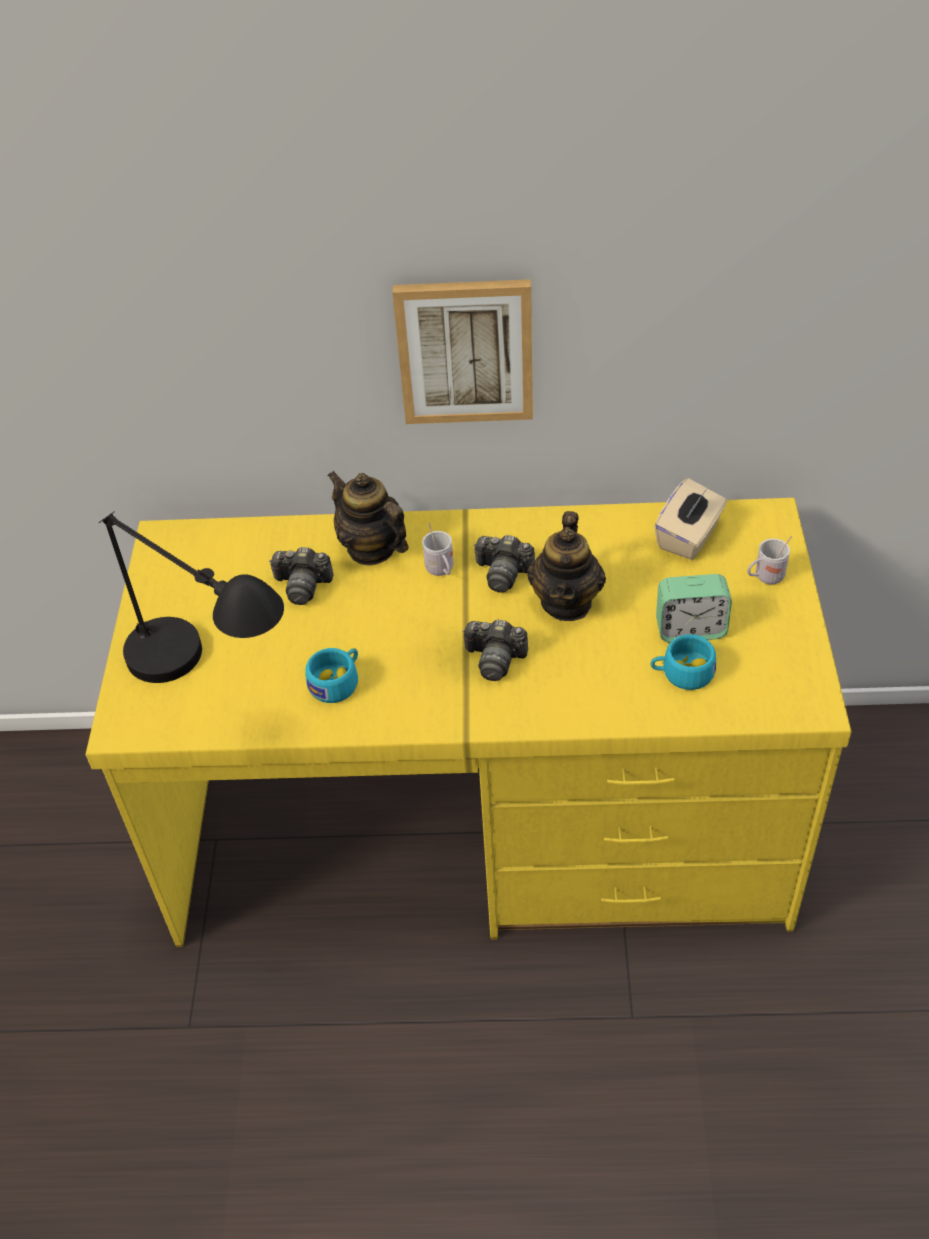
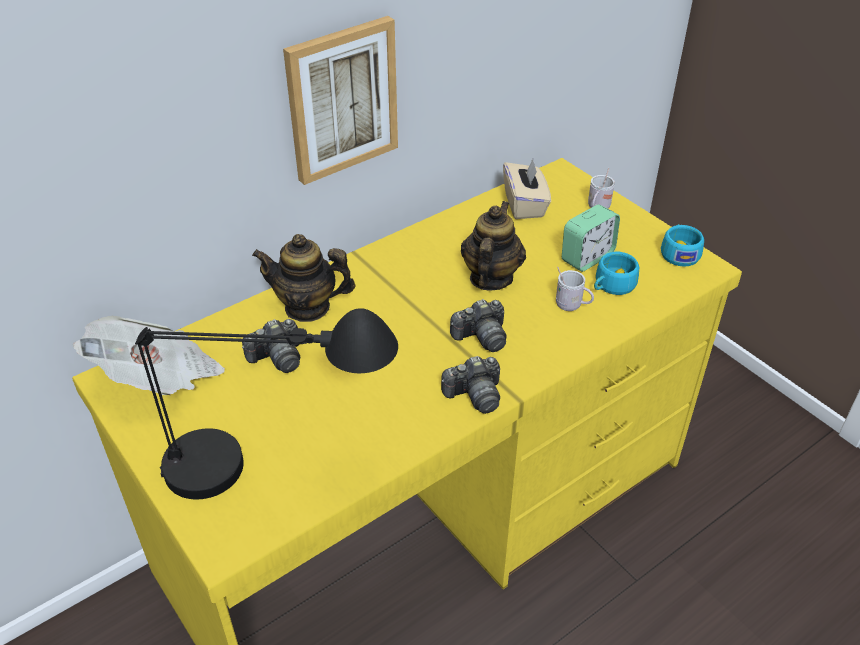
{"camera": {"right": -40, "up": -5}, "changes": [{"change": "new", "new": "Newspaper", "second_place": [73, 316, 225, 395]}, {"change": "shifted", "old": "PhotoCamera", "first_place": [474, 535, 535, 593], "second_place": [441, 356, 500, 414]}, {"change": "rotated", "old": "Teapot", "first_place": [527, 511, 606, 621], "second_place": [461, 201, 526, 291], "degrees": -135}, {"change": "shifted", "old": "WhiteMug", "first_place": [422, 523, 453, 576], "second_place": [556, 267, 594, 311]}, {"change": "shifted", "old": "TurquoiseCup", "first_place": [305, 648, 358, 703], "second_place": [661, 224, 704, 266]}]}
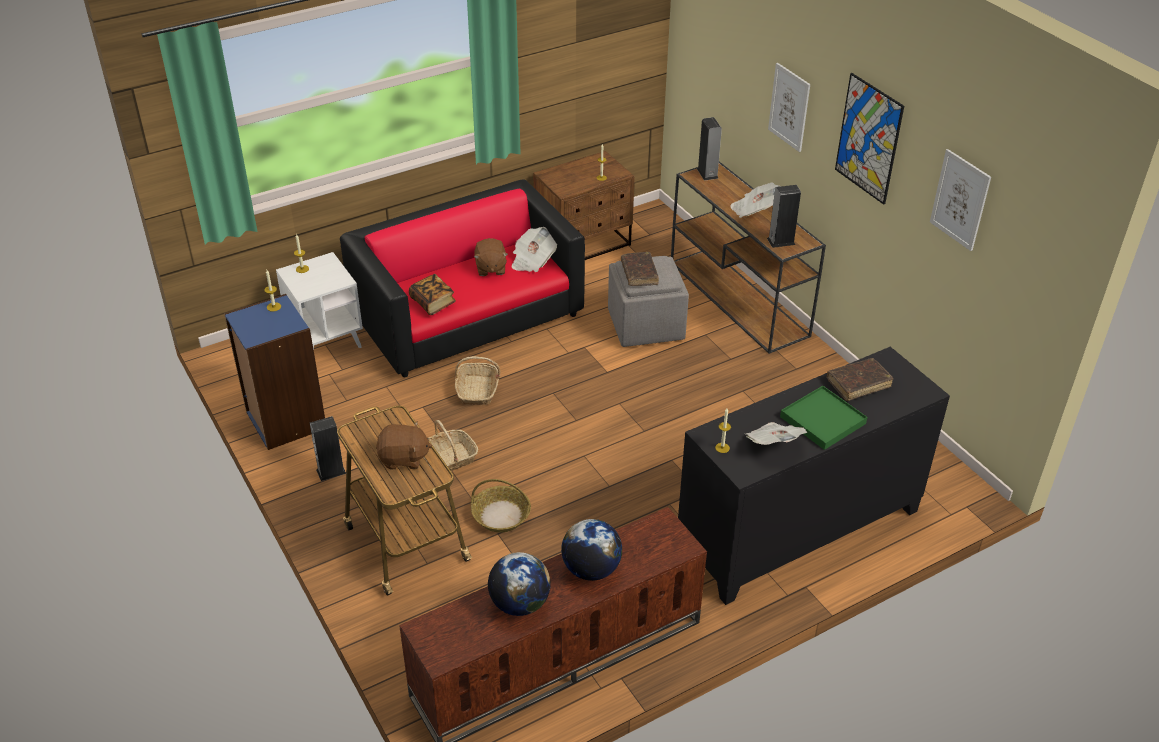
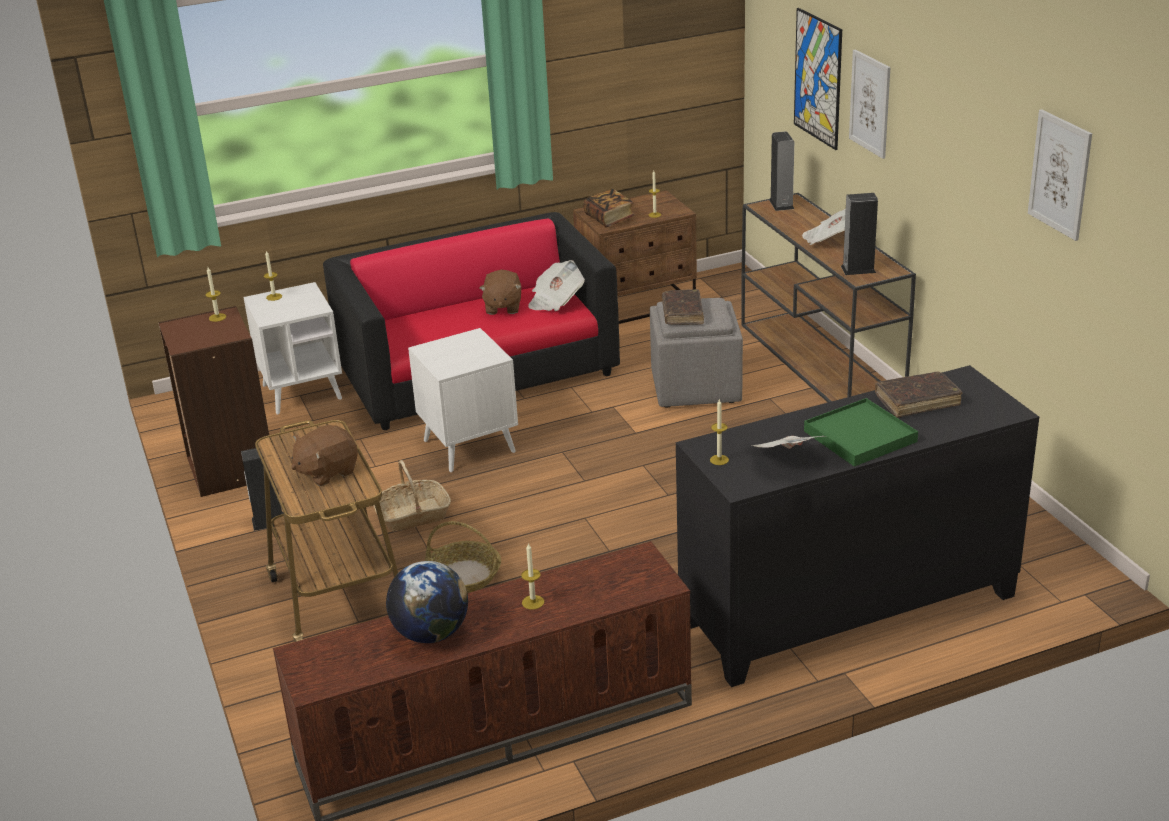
{"camera": {"right": 10, "up": -10}, "changes": [{"change": "repainted", "old": "BlueBookcase", "new": "BrownBookcase", "first_place": [224, 294, 325, 450], "second_place": [158, 306, 269, 497]}, {"change": "rotated", "old": "BrownPlushToy", "first_place": [376, 421, 432, 469], "second_place": [291, 425, 358, 486], "degrees": 135}, {"change": "swapped", "old": "Basket", "new": "WhiteSideTable", "first_place": [455, 356, 500, 405], "second_place": [408, 328, 518, 472]}, {"change": "swapped", "old": "Globe", "new": "Candle", "first_place": [561, 519, 622, 581], "second_place": [521, 543, 544, 609]}, {"change": "shifted", "old": "Book", "first_place": [409, 274, 456, 315], "second_place": [583, 189, 635, 227]}, {"change": "shifted", "old": "Picture", "first_place": [835, 73, 904, 205], "second_place": [794, 8, 842, 150]}]}
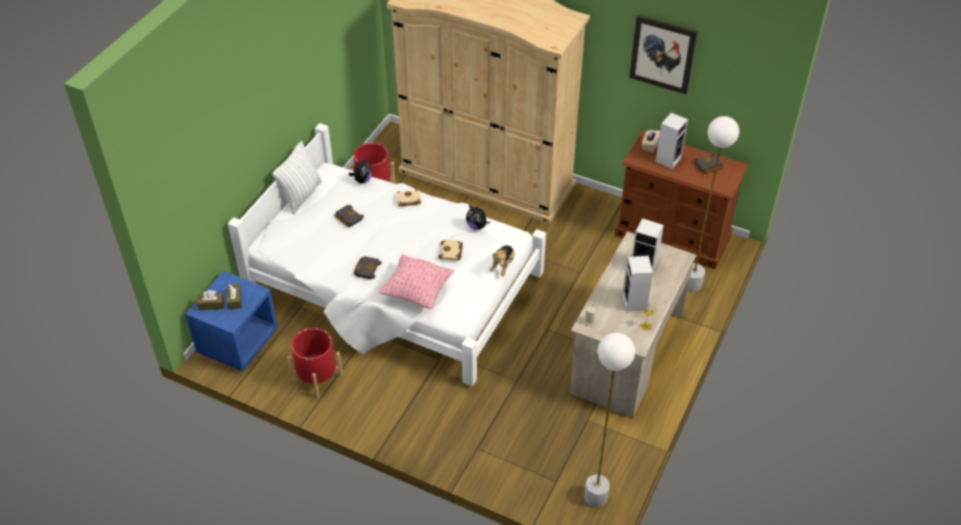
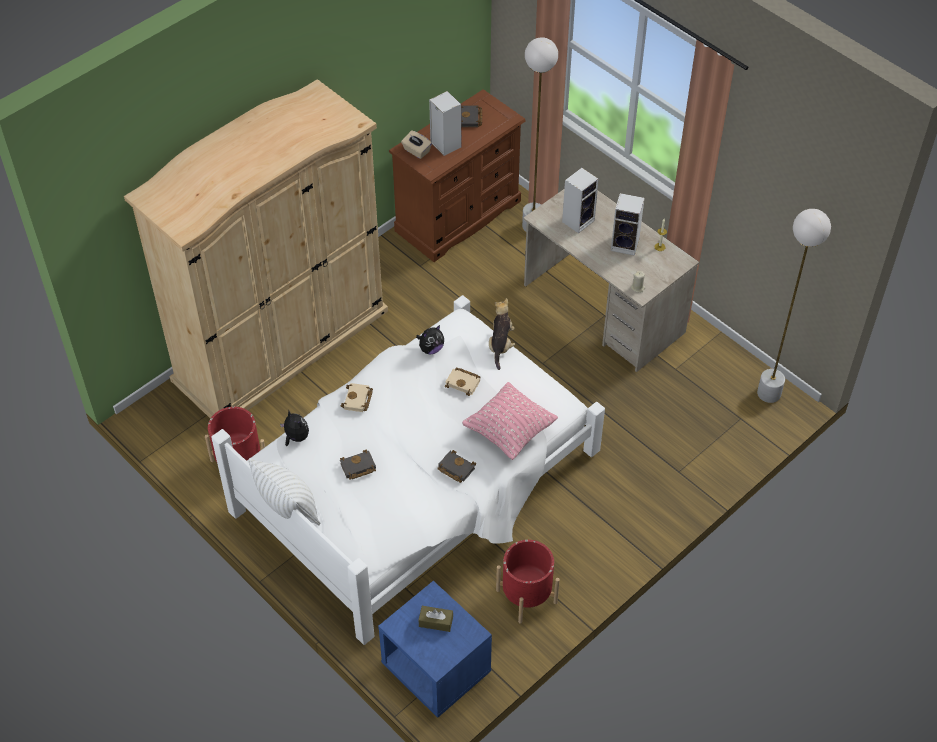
{"camera": {"right": -70, "up": 5}, "changes": [{"change": "rotated", "old": "PlushToy", "first_place": [489, 245, 515, 276], "second_place": [489, 298, 515, 370], "degrees": -120}, {"change": "gone", "old": "BrownTissueBox", "first_place": [197, 290, 224, 311]}, {"change": "gone", "old": "Picture", "first_place": [629, 15, 698, 94]}]}
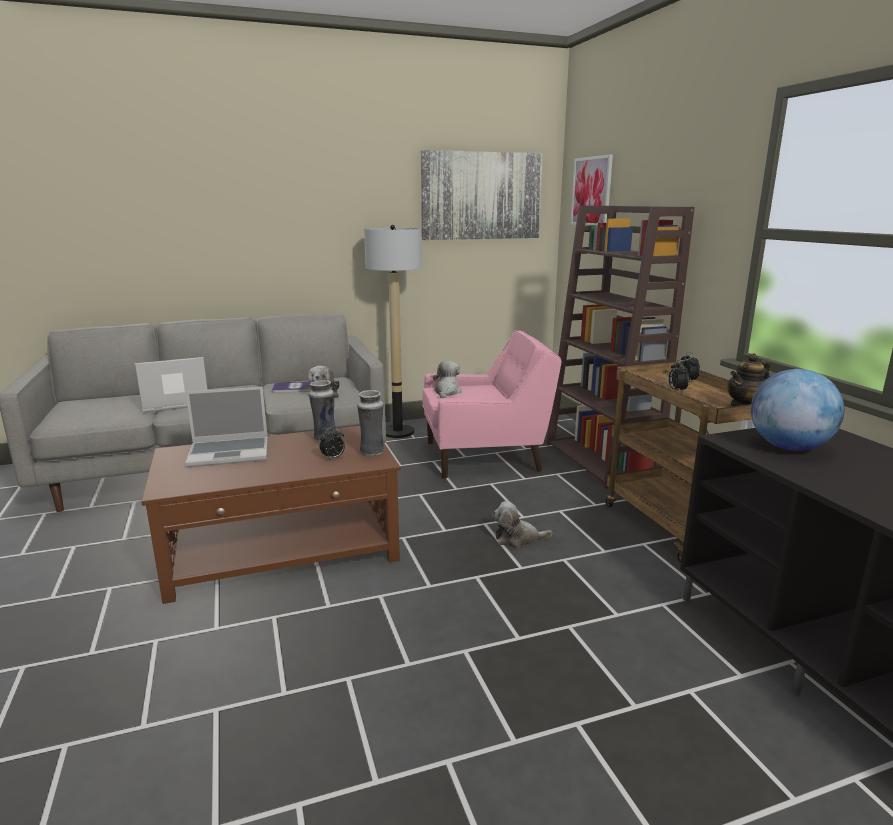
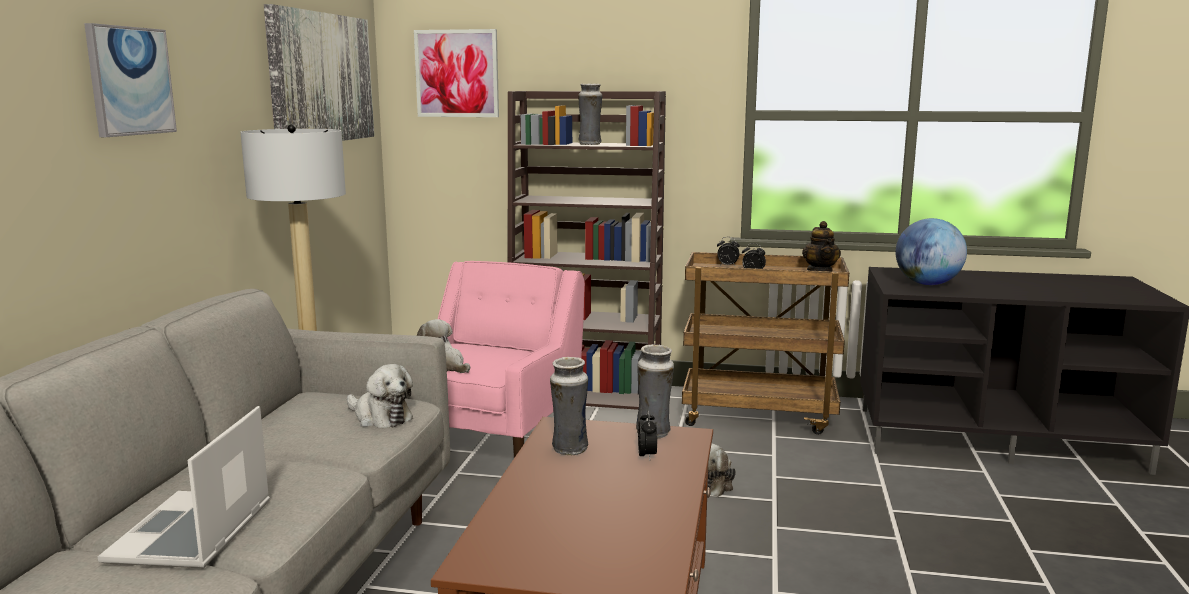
{"camera": {"right": -60, "up": -5}, "changes": [{"change": "new", "new": "Picture", "second_place": [84, 23, 177, 137]}, {"change": "new", "new": "Vase", "second_place": [578, 83, 602, 145]}, {"change": "gone", "old": "Laptop", "first_place": [185, 387, 268, 467]}, {"change": "gone", "old": "Book", "first_place": [272, 381, 312, 393]}]}
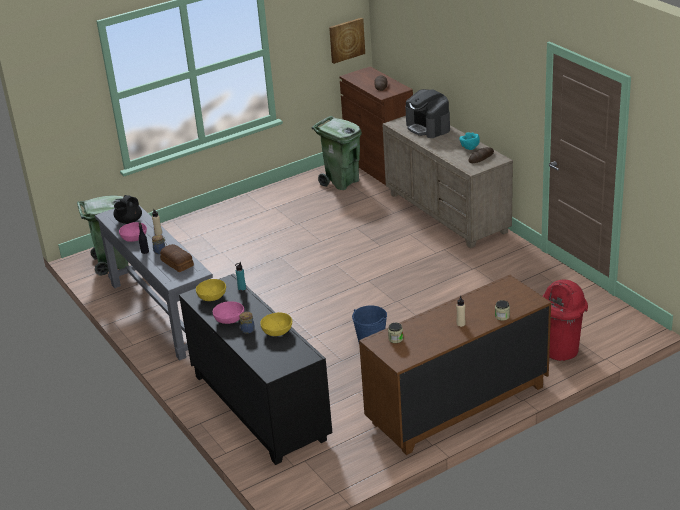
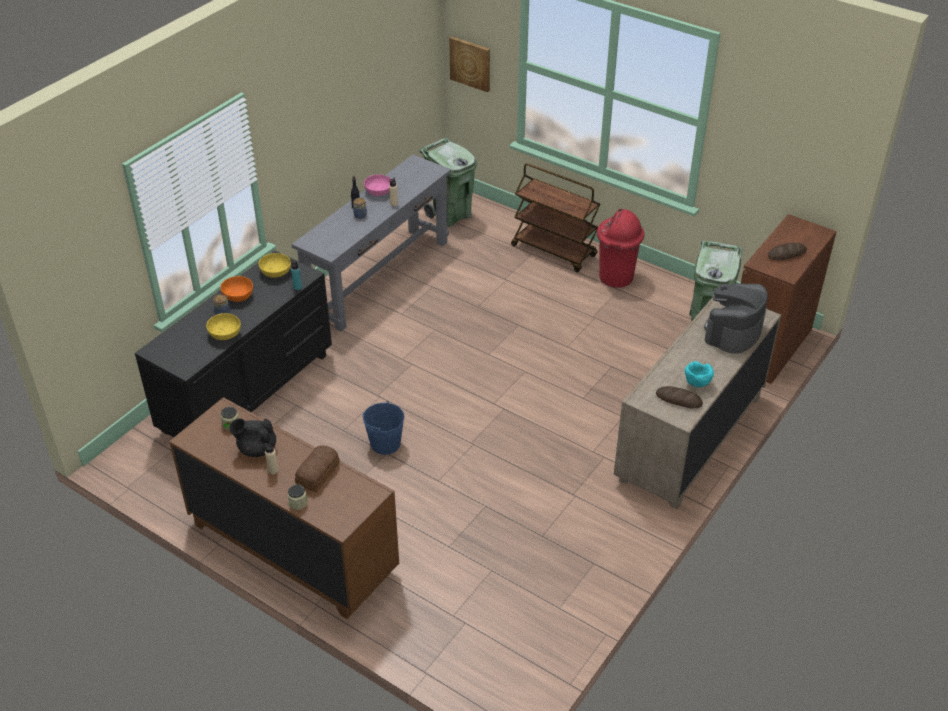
{"camera": {"right": 65, "up": 10}, "changes": [{"change": "repainted", "old": "PinkBowl", "new": "OrangeBowl", "first_place": [213, 301, 244, 324], "second_place": [220, 276, 253, 302]}, {"change": "shifted", "old": "BlackTeapot", "first_place": [113, 195, 142, 224], "second_place": [229, 419, 276, 457]}, {"change": "shifted", "old": "Bread", "first_place": [160, 244, 194, 272], "second_place": [295, 445, 340, 492]}, {"change": "shifted", "old": "Picture", "first_place": [329, 18, 365, 64], "second_place": [449, 36, 490, 92]}, {"change": "new", "new": "BrownCart", "second_place": [511, 163, 600, 272]}, {"change": "shifted", "old": "RedTrashCan", "first_place": [543, 279, 588, 361], "second_place": [597, 209, 644, 288]}]}
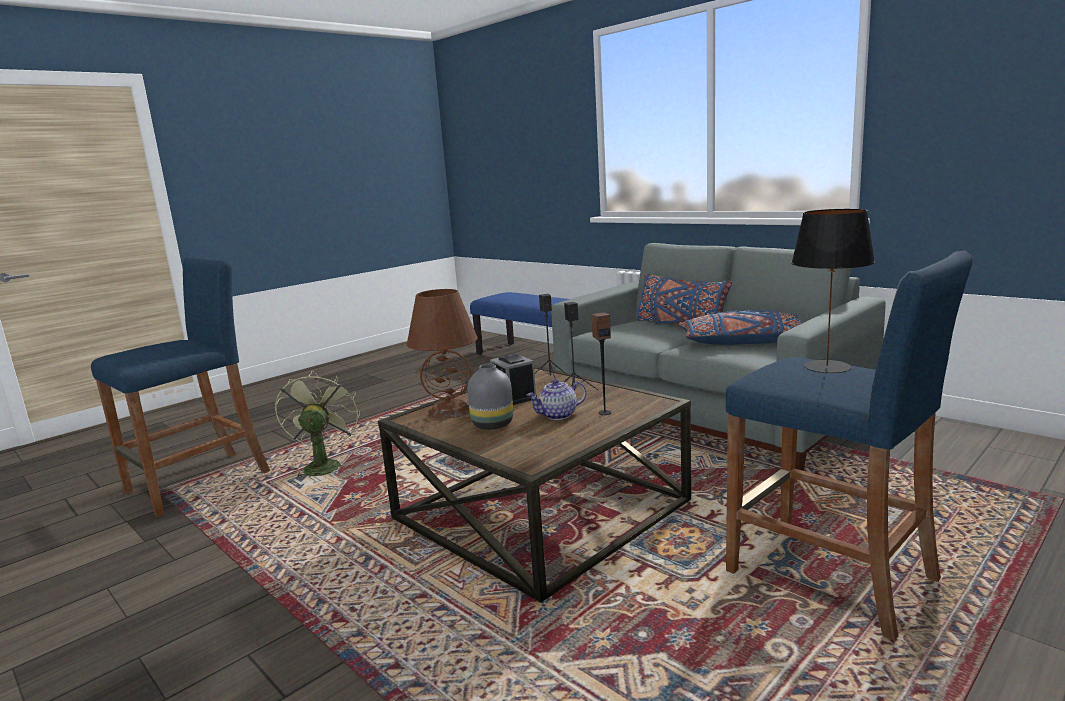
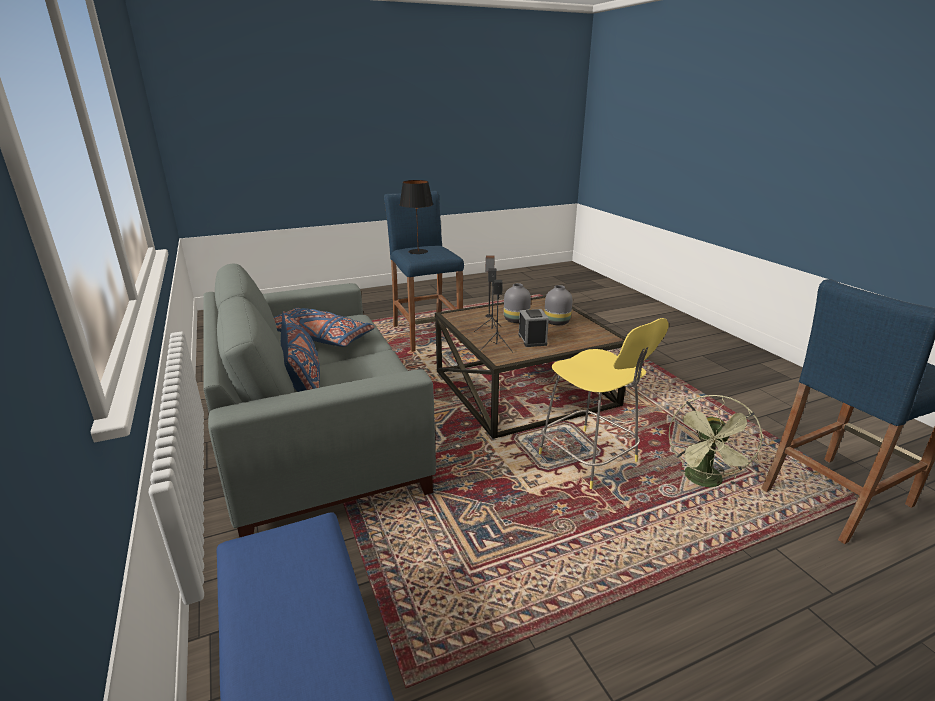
{"camera": {"right": -160, "up": 10}, "changes": [{"change": "swapped", "old": "Teapot", "new": "GreyVase", "first_place": [527, 379, 586, 420], "second_place": [504, 283, 531, 323]}, {"change": "new", "new": "YellowStool", "second_place": [539, 318, 669, 489]}, {"change": "gone", "old": "BrownTableLamp", "first_place": [407, 289, 478, 419]}]}
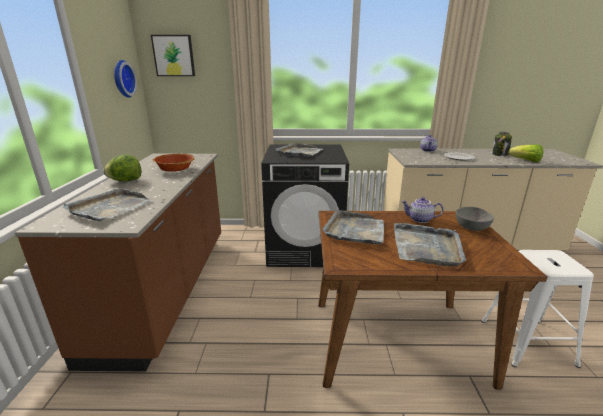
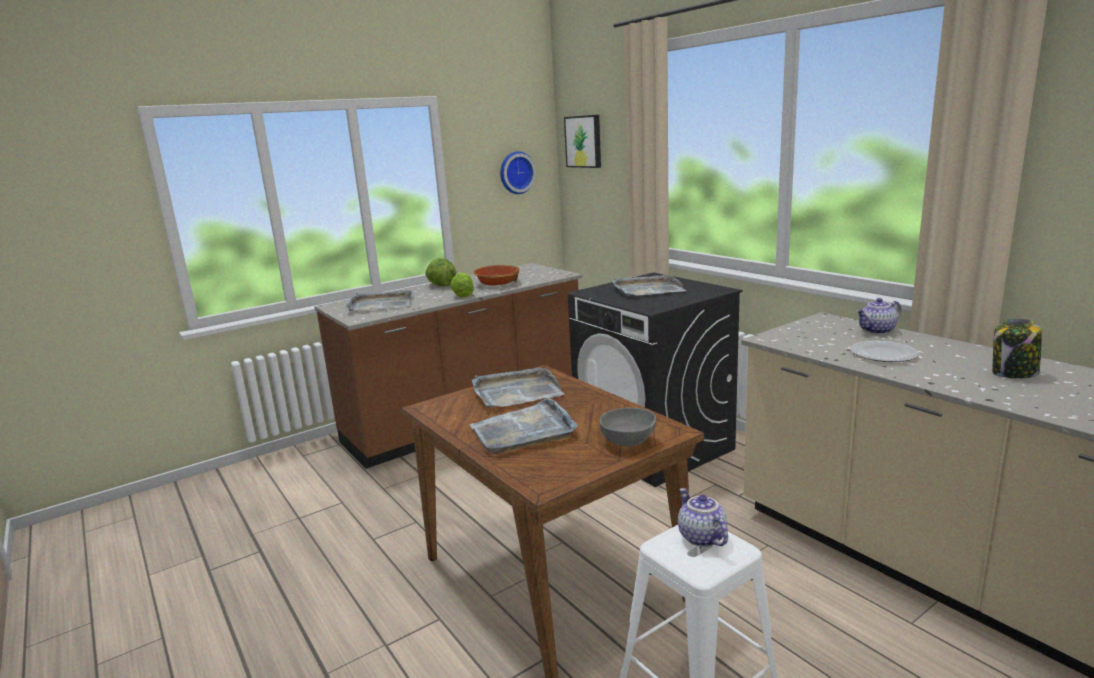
{"camera": {"right": 55, "up": -5}, "changes": [{"change": "shifted", "old": "Lettuce", "first_place": [508, 144, 543, 162], "second_place": [450, 272, 474, 297]}, {"change": "shifted", "old": "Teapot", "first_place": [401, 197, 444, 223], "second_place": [678, 488, 728, 547]}]}
